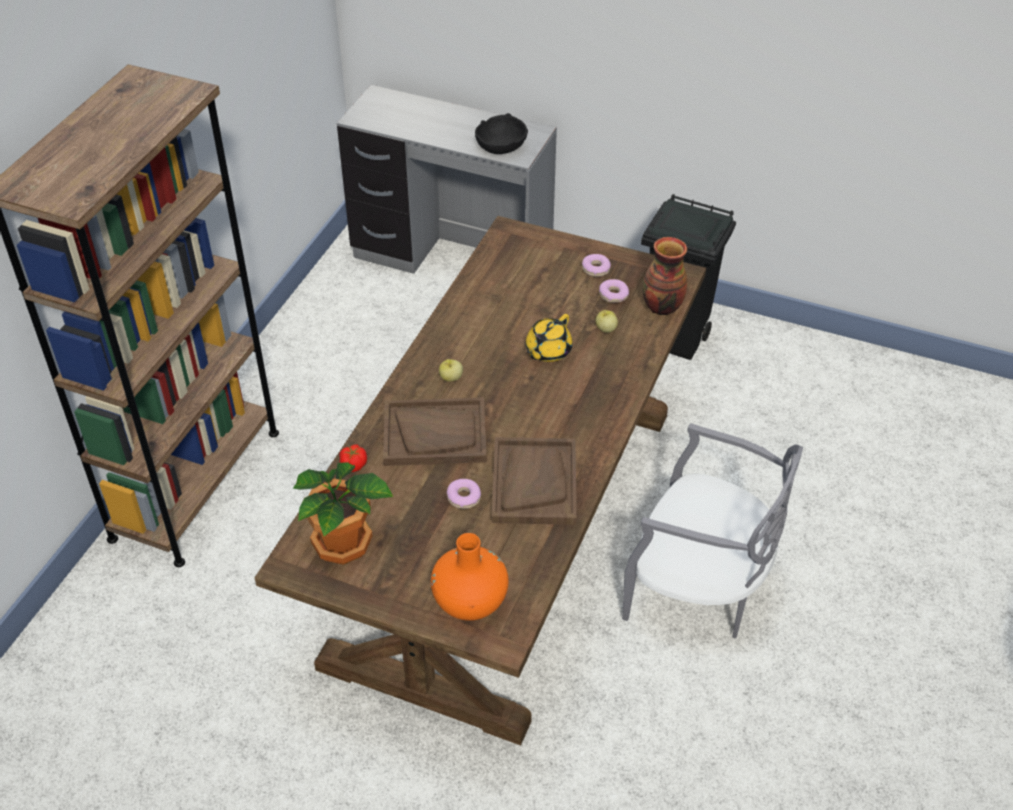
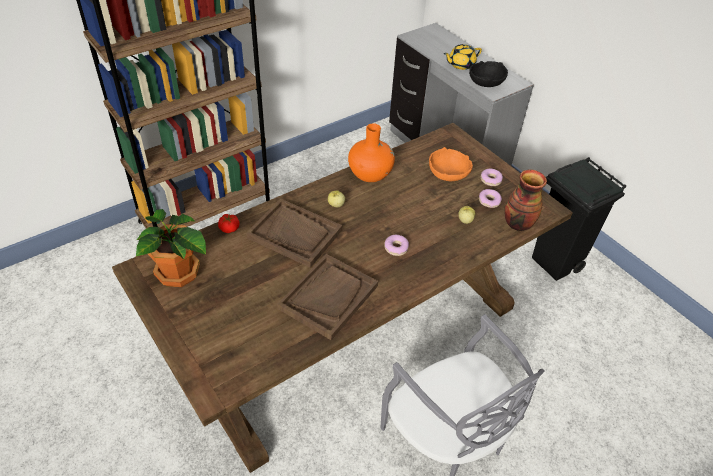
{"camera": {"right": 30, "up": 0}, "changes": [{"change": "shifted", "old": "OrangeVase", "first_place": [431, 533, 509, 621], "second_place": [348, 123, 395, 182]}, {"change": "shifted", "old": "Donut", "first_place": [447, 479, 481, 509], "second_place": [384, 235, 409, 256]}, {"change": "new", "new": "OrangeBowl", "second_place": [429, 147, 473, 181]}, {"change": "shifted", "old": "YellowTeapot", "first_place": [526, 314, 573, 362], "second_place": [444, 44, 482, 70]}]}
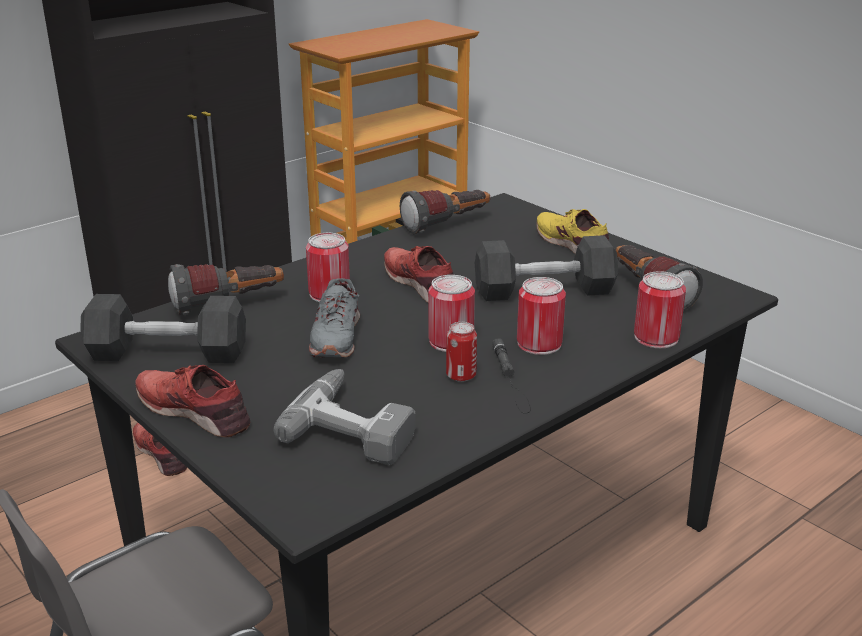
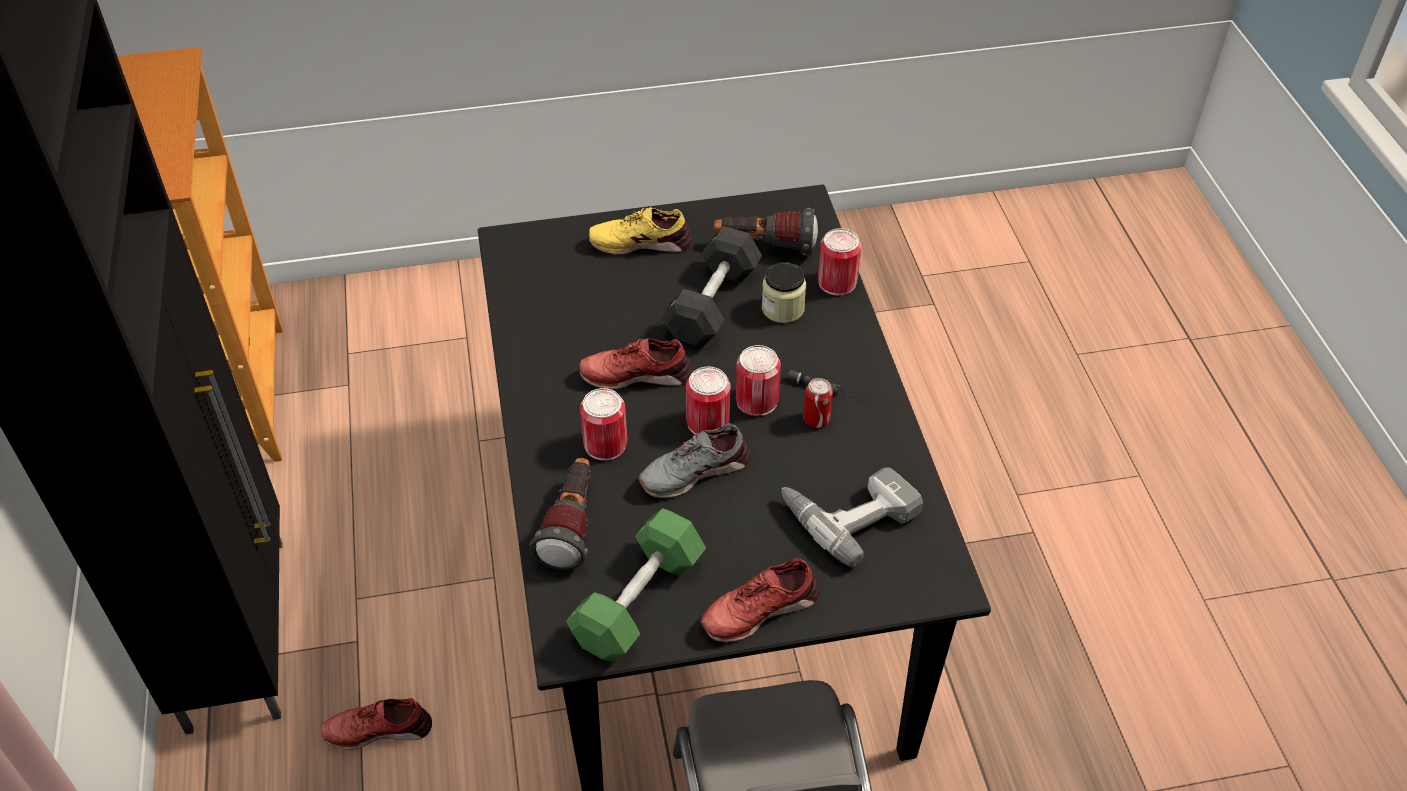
{"camera": {"right": -60, "up": 20}, "changes": [{"change": "repainted", "old": "BlackDumbbell", "new": "GreenDumbbell", "first_place": [80, 294, 246, 363], "second_place": [566, 508, 706, 662]}, {"change": "rotated", "old": "GreyShoe", "first_place": [309, 278, 360, 358], "second_place": [638, 423, 750, 498], "degrees": 120}, {"change": "shifted", "old": "Can", "first_place": [517, 277, 566, 355], "second_place": [686, 367, 731, 435]}, {"change": "new", "new": "Jar", "second_place": [762, 262, 806, 323]}, {"change": "gone", "old": "Flashlight", "first_place": [400, 190, 490, 234]}]}
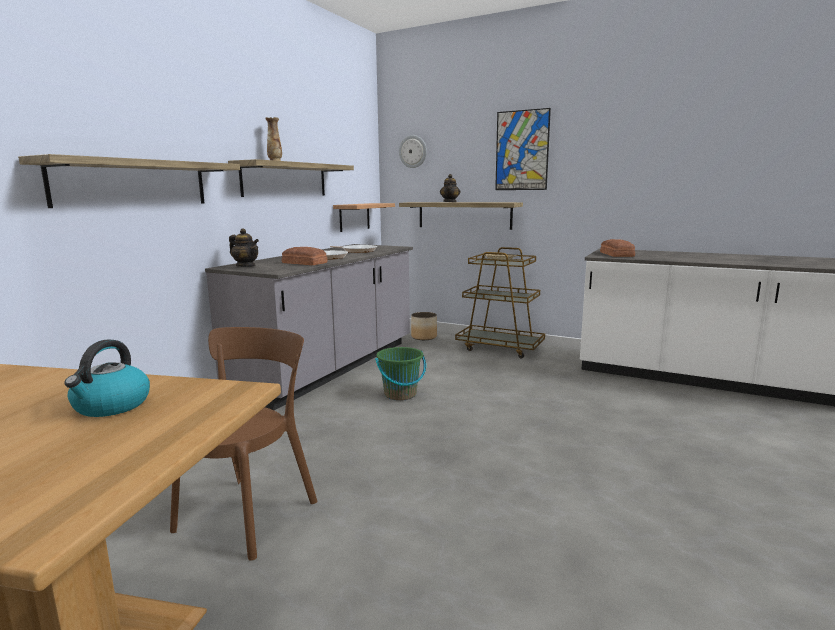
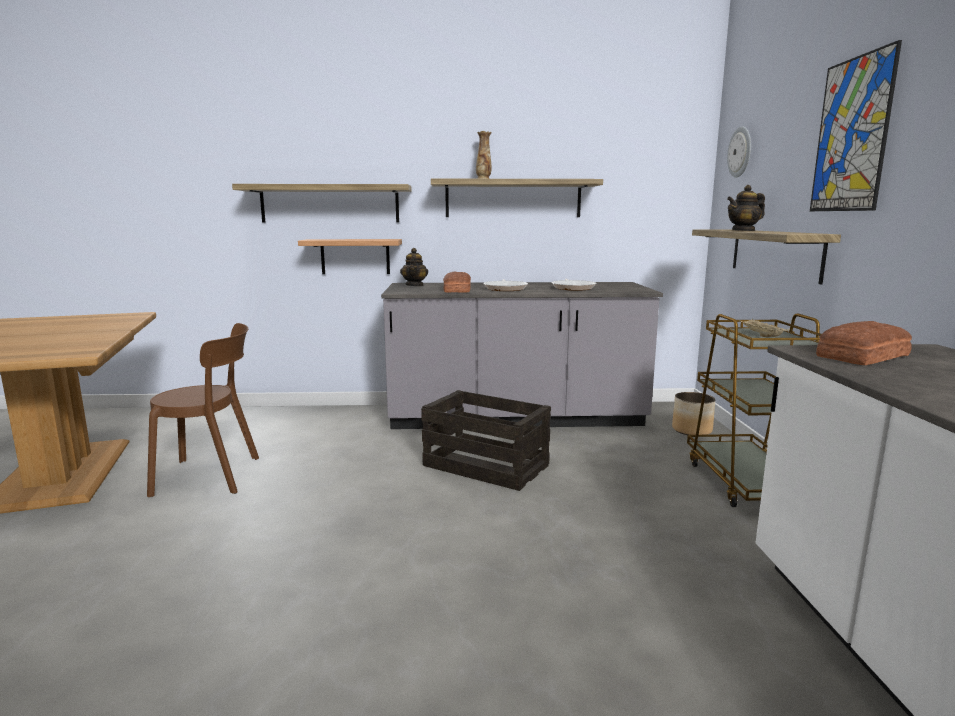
{"camera": {"right": 60, "up": 0}, "changes": [{"change": "shifted", "old": "Shelf", "first_place": [333, 203, 395, 232], "second_place": [298, 239, 402, 274]}, {"change": "swapped", "old": "GreenBucket", "new": "Crate", "first_place": [375, 347, 426, 401], "second_place": [421, 390, 551, 491]}, {"change": "gone", "old": "Kettle", "first_place": [64, 340, 150, 417]}]}
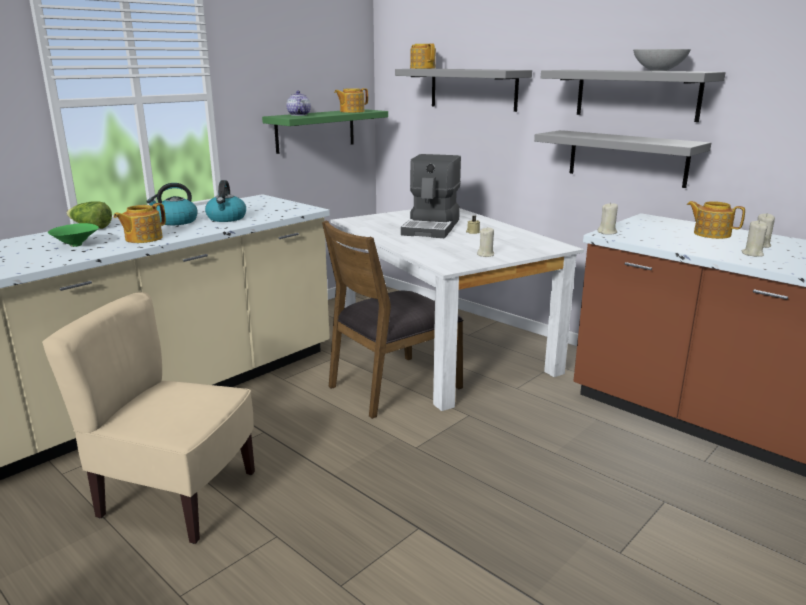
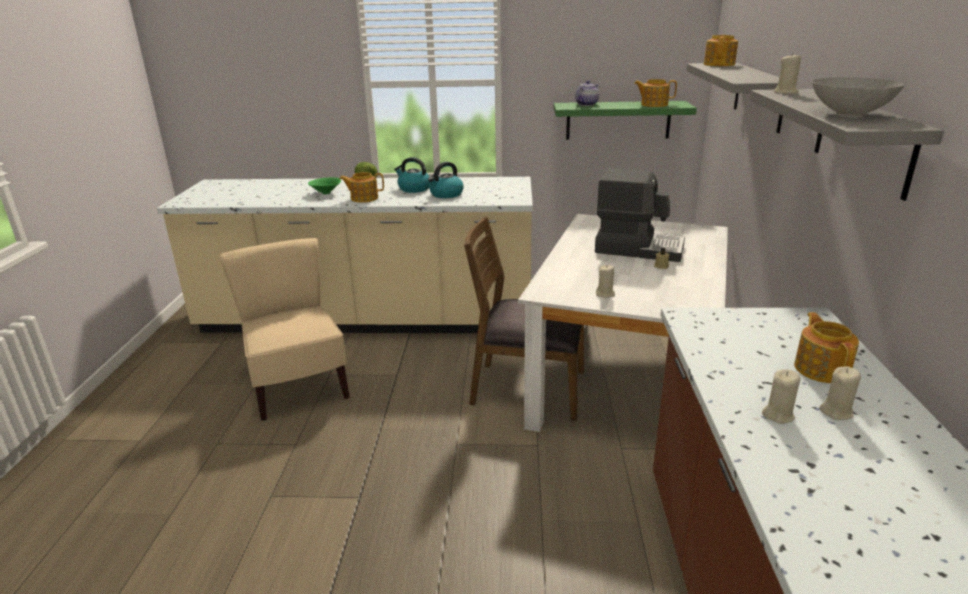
{"camera": {"right": 50, "up": 5}, "changes": [{"change": "rotated", "old": "CoffeeMachine", "first_place": [401, 154, 461, 238], "second_place": [595, 168, 685, 262], "degrees": -135}, {"change": "shifted", "old": "BeigeCandle", "first_place": [597, 203, 618, 235], "second_place": [774, 53, 801, 94]}, {"change": "gone", "old": "GreyShelf", "first_place": [534, 130, 711, 188]}]}
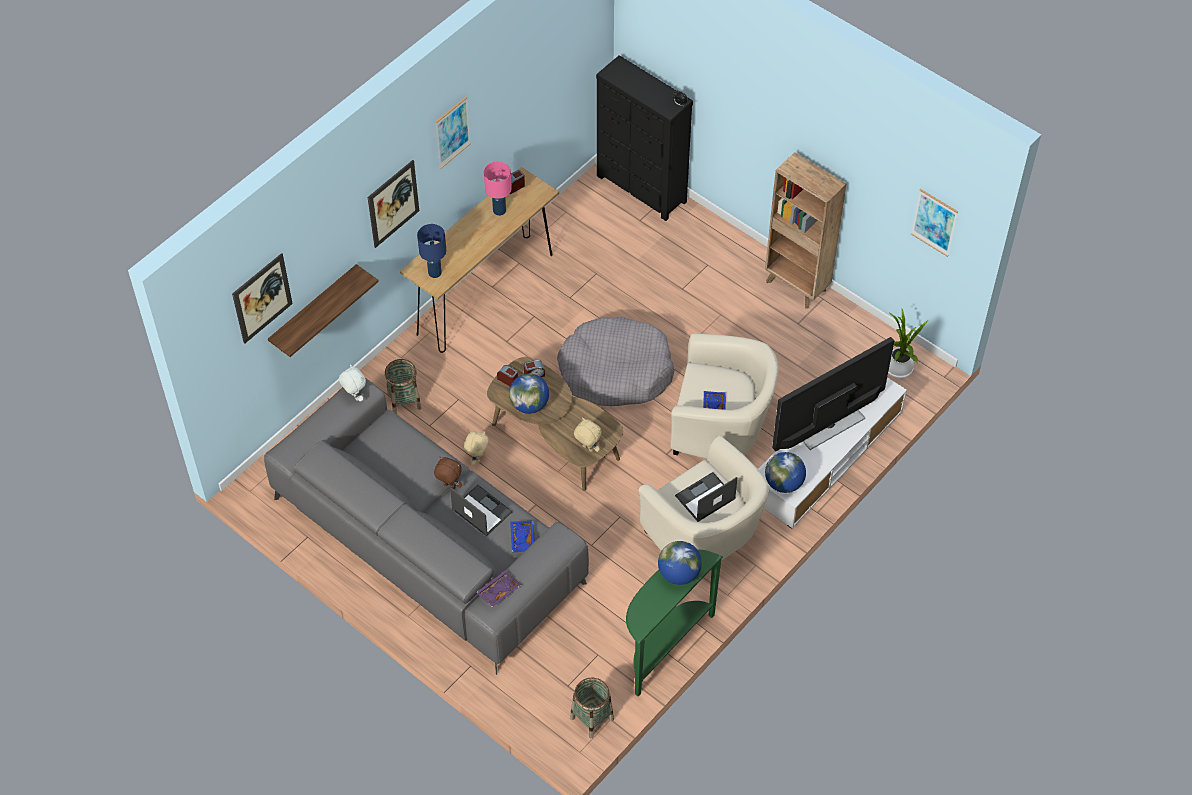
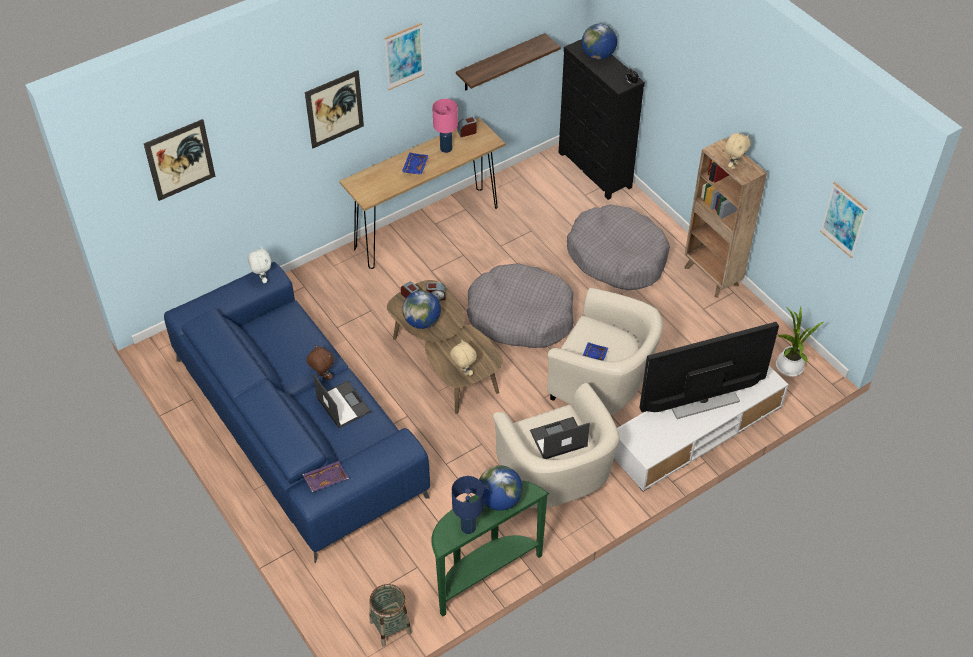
{"camera": {"right": 15, "up": -5}, "changes": [{"change": "repainted", "old": "GreySofa", "new": "BlueSofa", "first_place": [264, 378, 589, 675], "second_place": [164, 262, 430, 563]}, {"change": "shifted", "old": "BlueTray", "first_place": [510, 520, 535, 552], "second_place": [402, 152, 429, 175]}, {"change": "shifted", "old": "BlueTableLamp", "first_place": [417, 224, 446, 278], "second_place": [452, 476, 484, 534]}, {"change": "shifted", "old": "Shelf", "first_place": [268, 264, 379, 357], "second_place": [456, 33, 561, 91]}, {"change": "new", "new": "GreyDogBed", "second_place": [567, 205, 670, 291]}, {"change": "shifted", "old": "Globe", "first_place": [765, 452, 806, 493], "second_place": [582, 24, 617, 60]}, {"change": "shifted", "old": "BeigePlushToy", "first_place": [464, 431, 489, 465], "second_place": [725, 133, 751, 169]}, {"change": "gone", "old": "Basket", "first_place": [385, 359, 422, 414]}]}
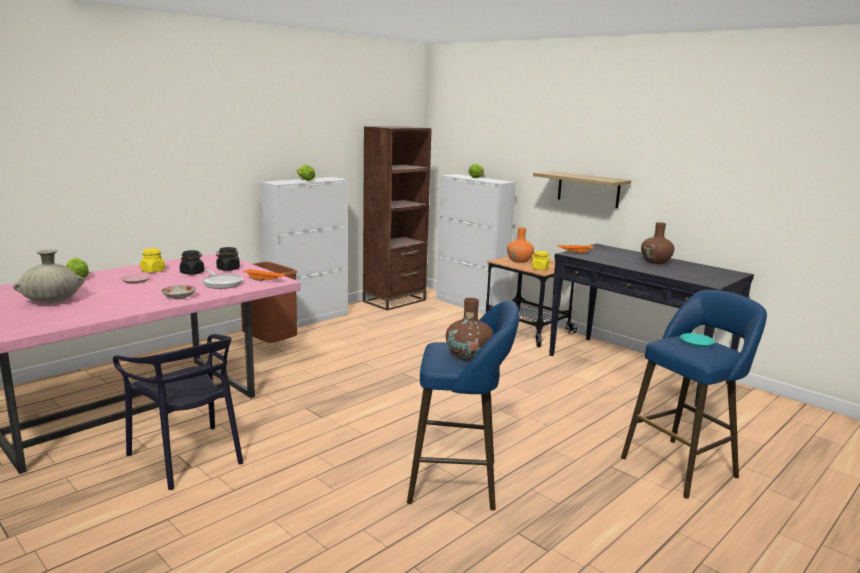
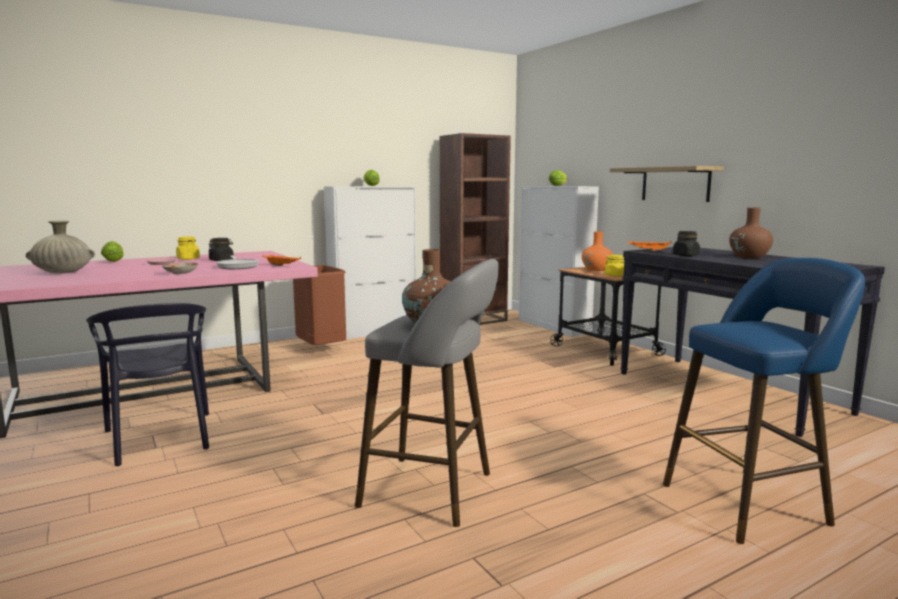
{"camera": {"right": 15, "up": -5}, "changes": [{"change": "repainted", "old": "BlueStool", "new": "GreyStool", "first_place": [407, 300, 519, 511], "second_place": [355, 259, 499, 527]}, {"change": "shifted", "old": "BlackJar", "first_place": [216, 247, 240, 271], "second_place": [673, 231, 700, 256]}, {"change": "gone", "old": "TurquoisePlate", "first_place": [680, 333, 715, 347]}]}
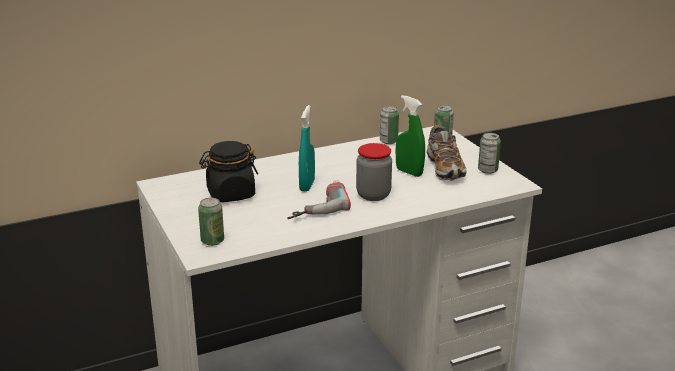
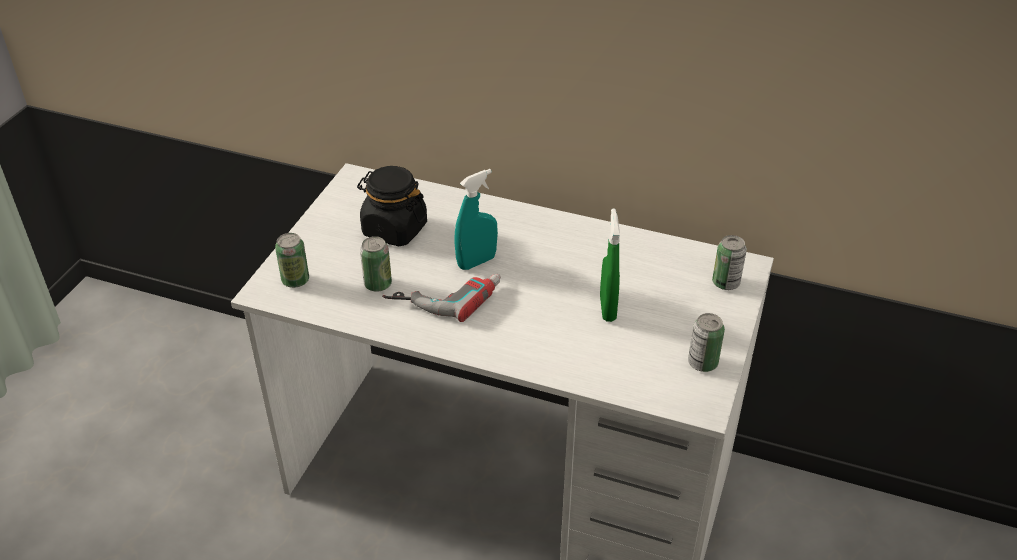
{"camera": {"right": 45, "up": 15}, "changes": [{"change": "shifted", "old": "Can", "first_place": [380, 106, 399, 144], "second_place": [360, 236, 392, 292]}, {"change": "gone", "old": "Jar", "first_place": [356, 143, 392, 201]}, {"change": "gone", "old": "Shoe", "first_place": [427, 125, 466, 181]}]}
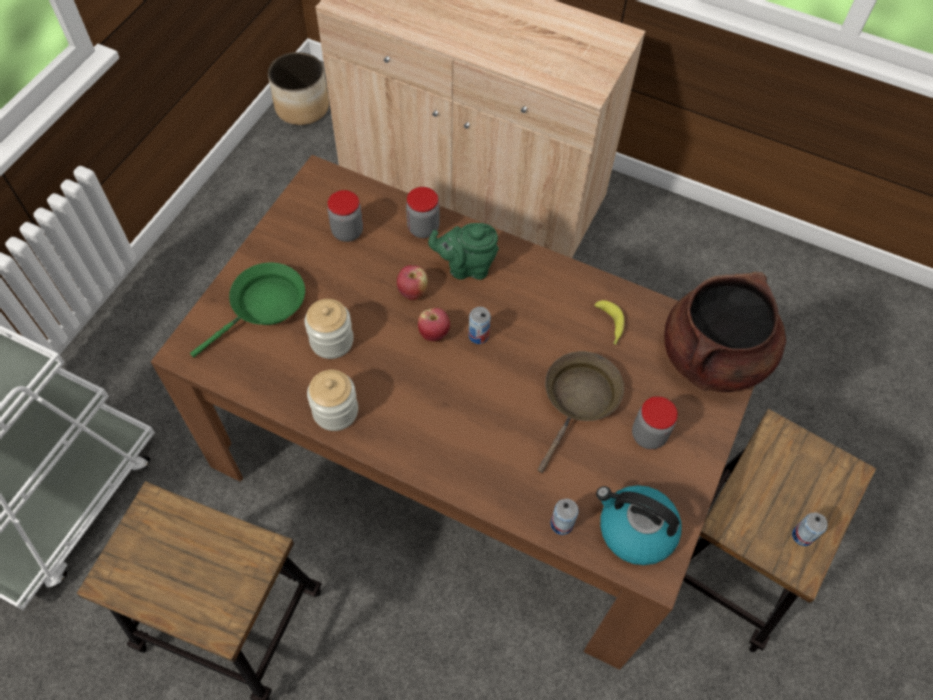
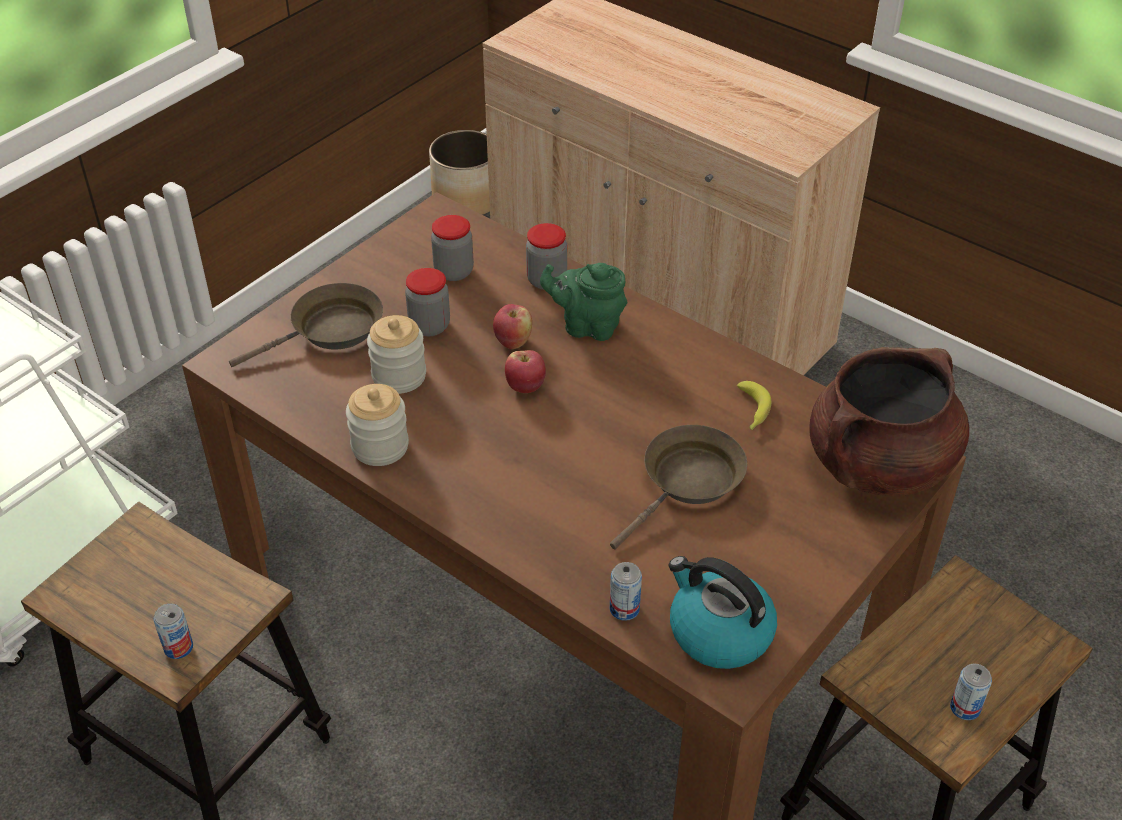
{"camera": {"right": 15, "up": -15}, "changes": [{"change": "shifted", "old": "Can", "first_place": [469, 307, 491, 344], "second_place": [154, 603, 193, 659]}, {"change": "repainted", "old": "GreenFryingPan", "new": "BrownFryingPan", "first_place": [190, 262, 305, 358], "second_place": [229, 283, 383, 367]}, {"change": "shifted", "old": "Jar", "first_place": [632, 396, 678, 449], "second_place": [405, 268, 450, 336]}]}
